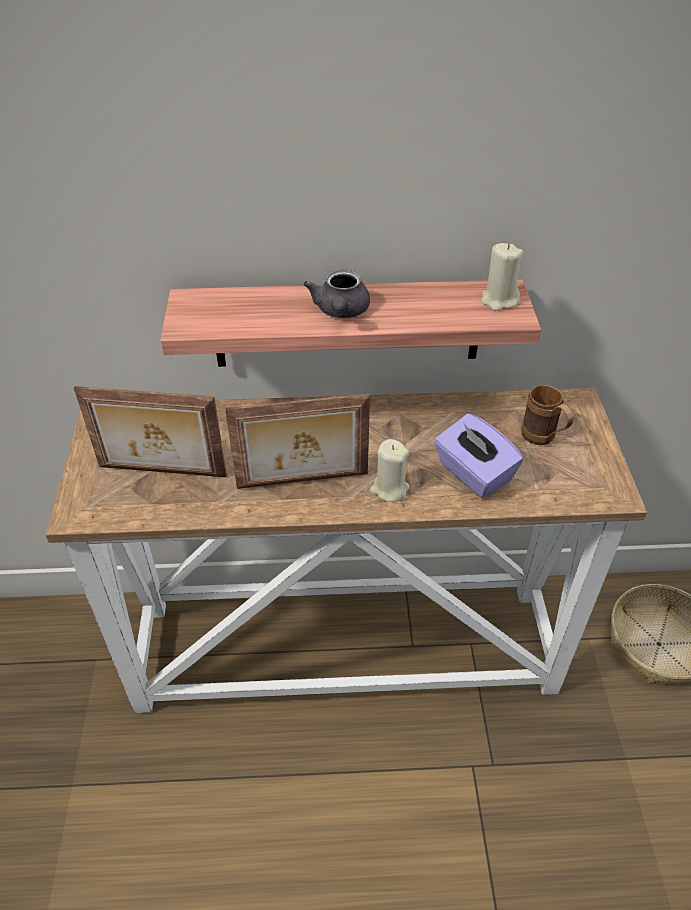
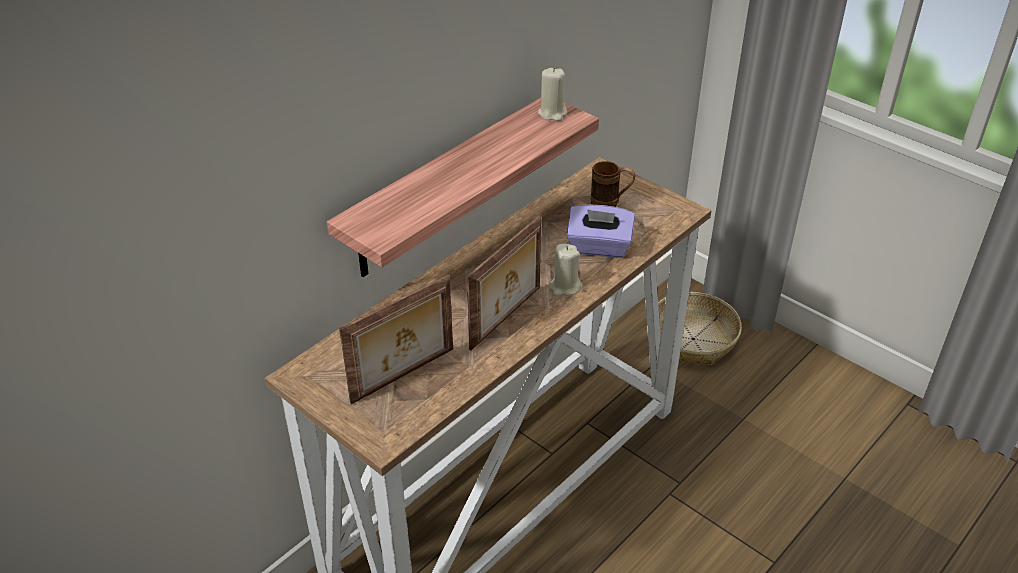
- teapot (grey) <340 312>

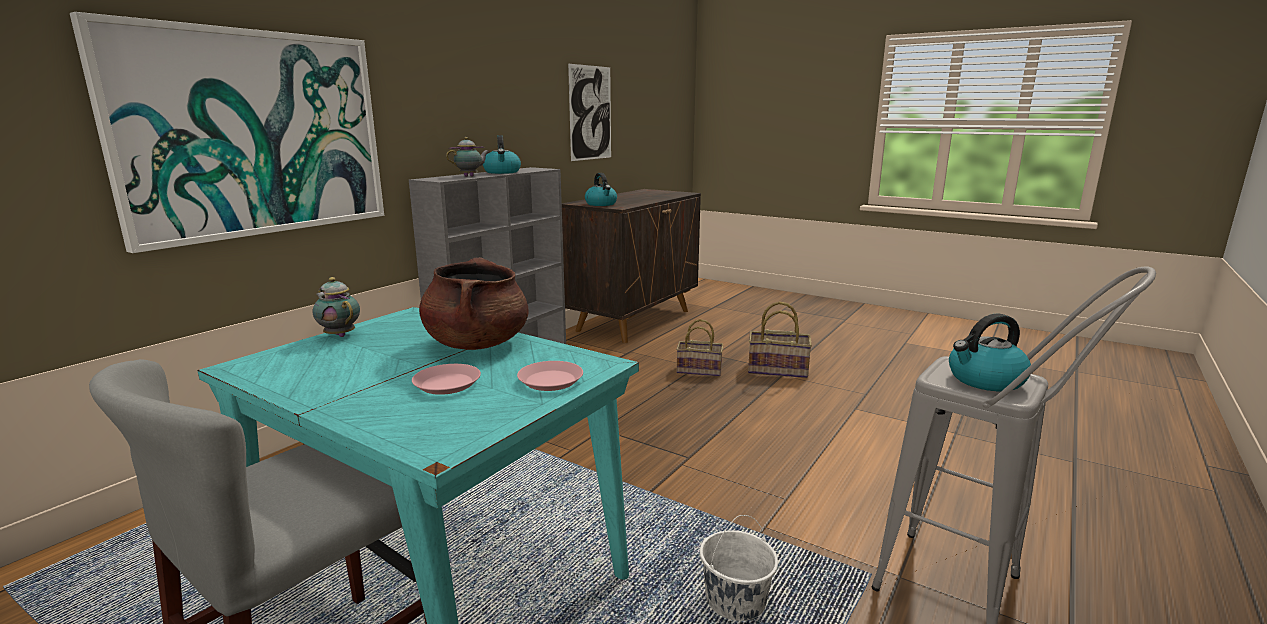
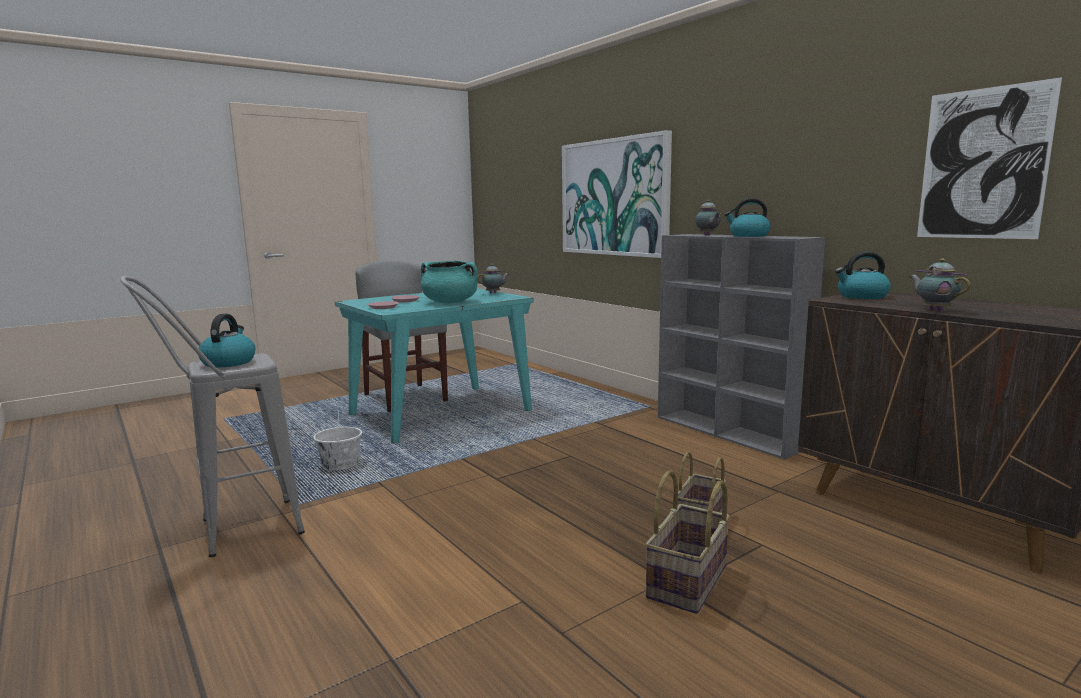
~ cooking pot (brown) <477 343> to cooking pot (turquoise) <450 302>
+ teapot <934 310>

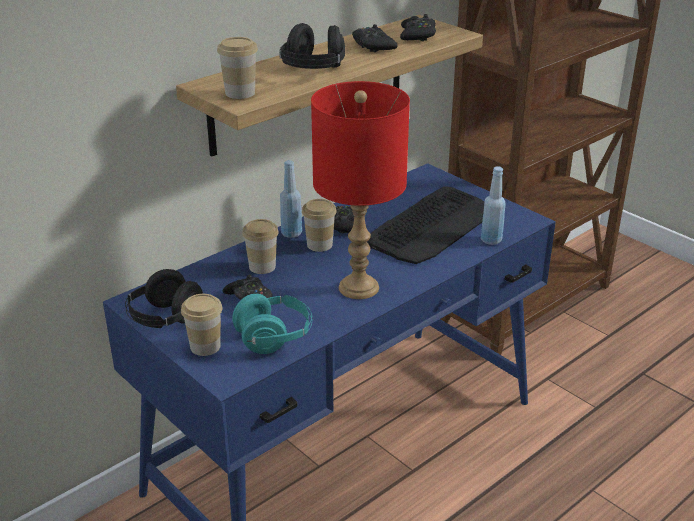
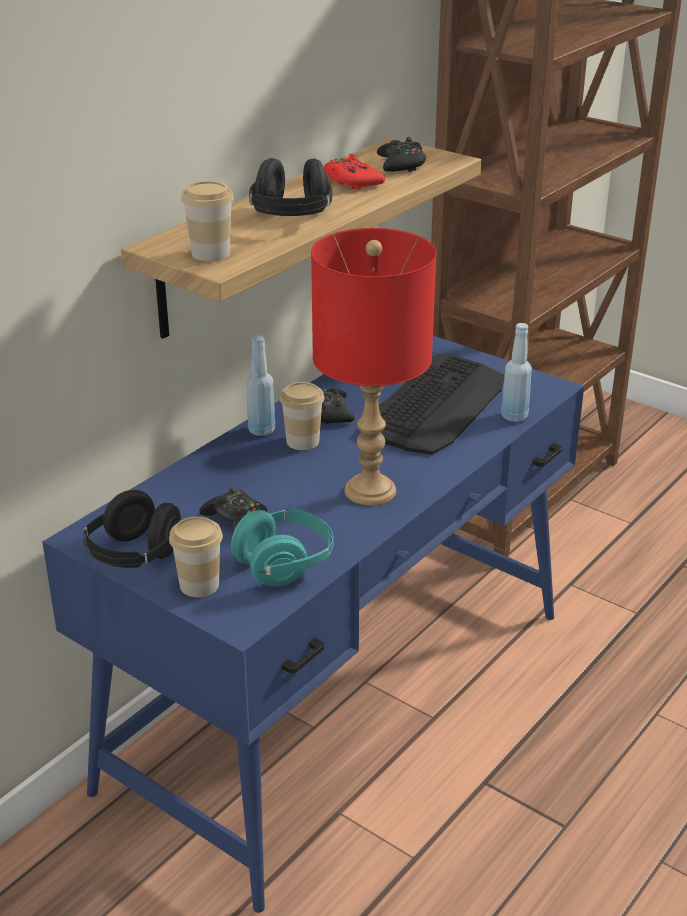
- cup <262 266>
~ game controller (black) <373 46> to game controller (red) <352 181>

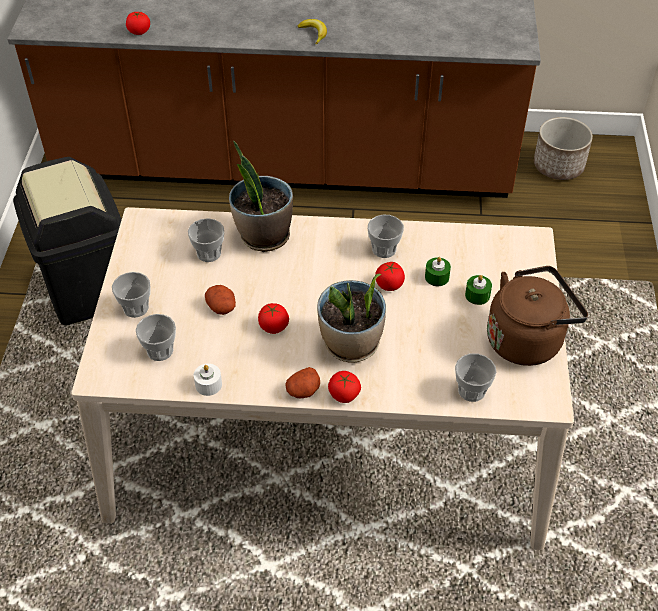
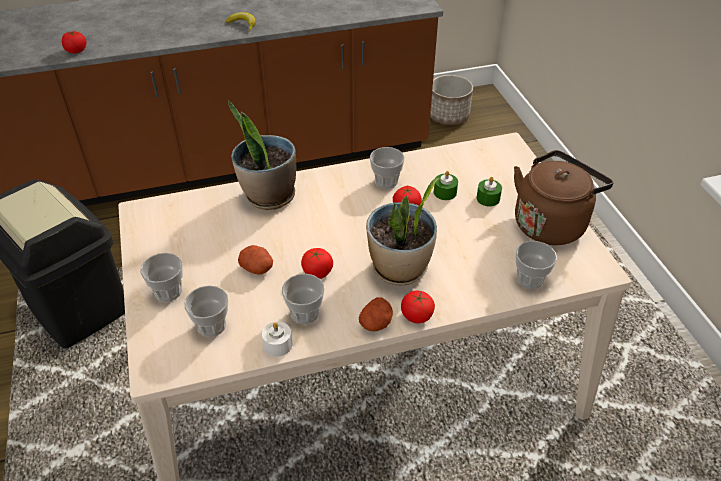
~ cup <208 253> to <305 313>

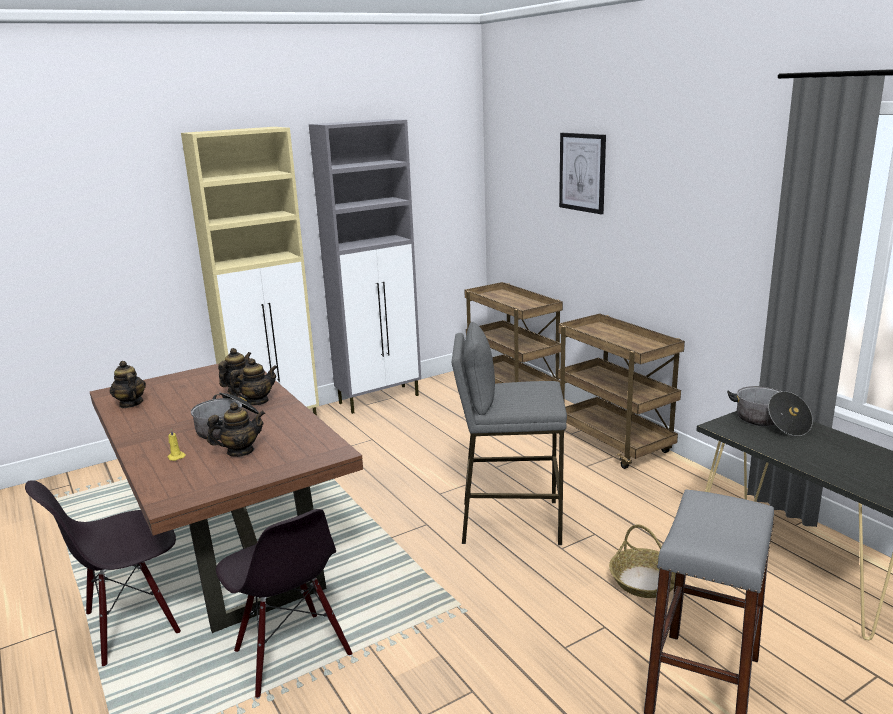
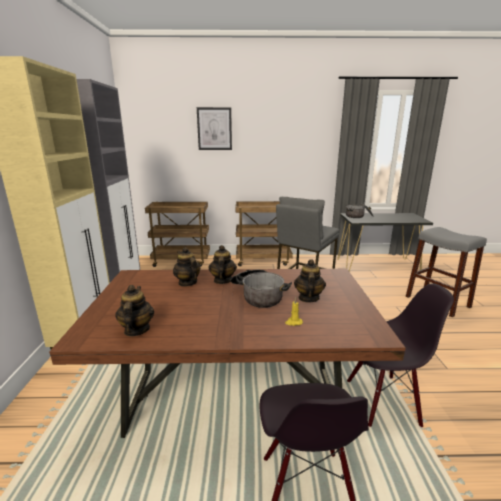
~ teapot <130 404> = <136 330> 90 degrees clockwise
- basket <645 581>

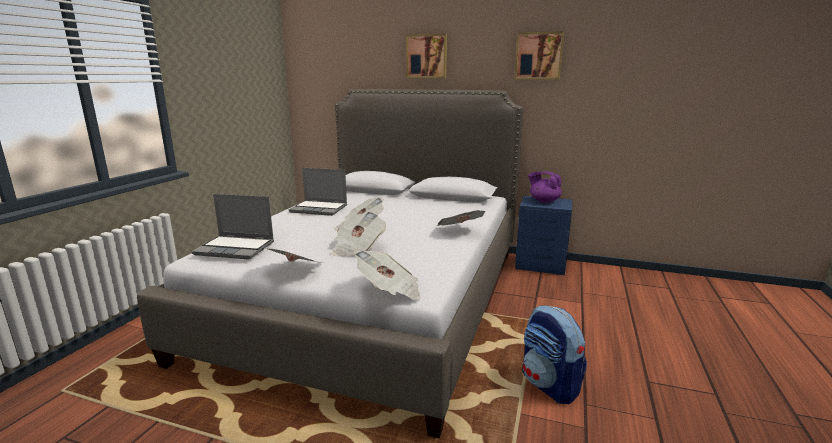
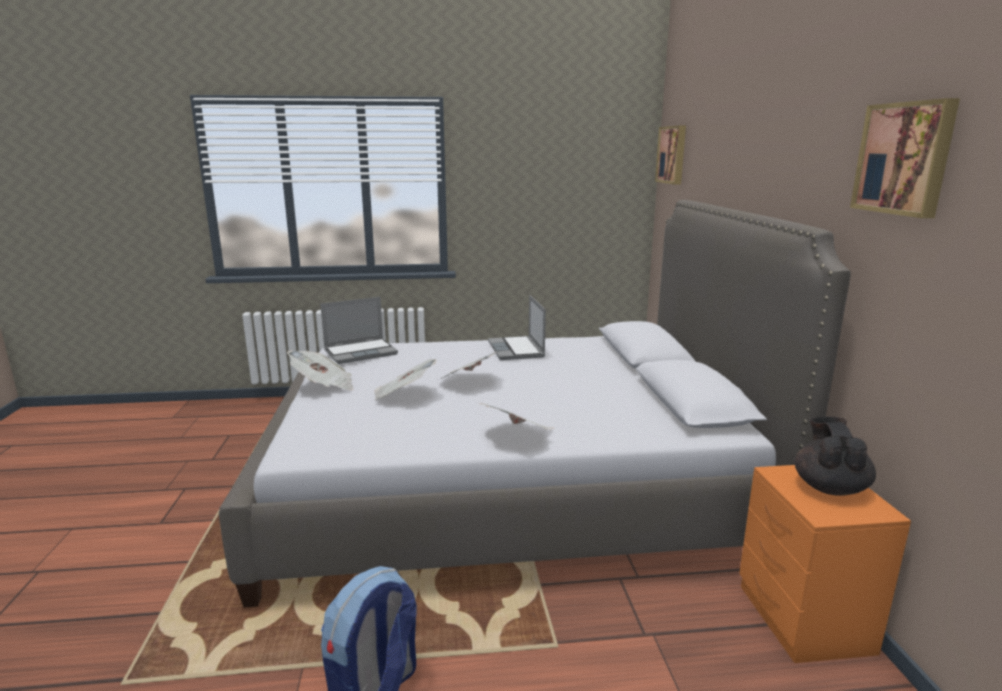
~ laptop <236 248> = <361 352> 105 degrees counterclockwise
- newspaper <389 291>
~ picture <426 56> to <672 155>
~ nightstand (blue) <541 265> to nightstand (orange) <803 620>
~ teapot (purple) <543 201> to teapot (black) <829 487>

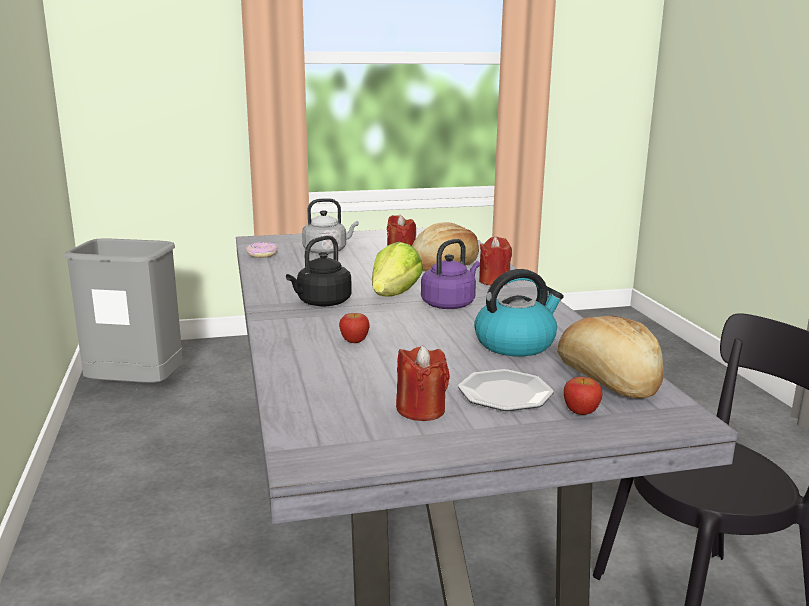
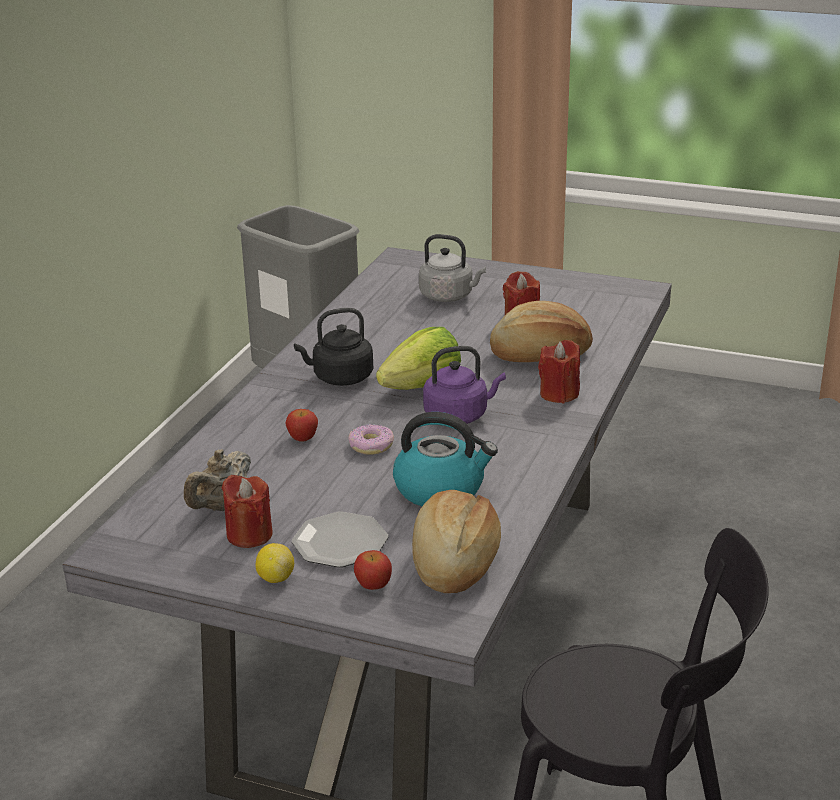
~ donut <262 254> to <371 446>
+ teapot (beige) <222 507>
+ lemon <275 578>

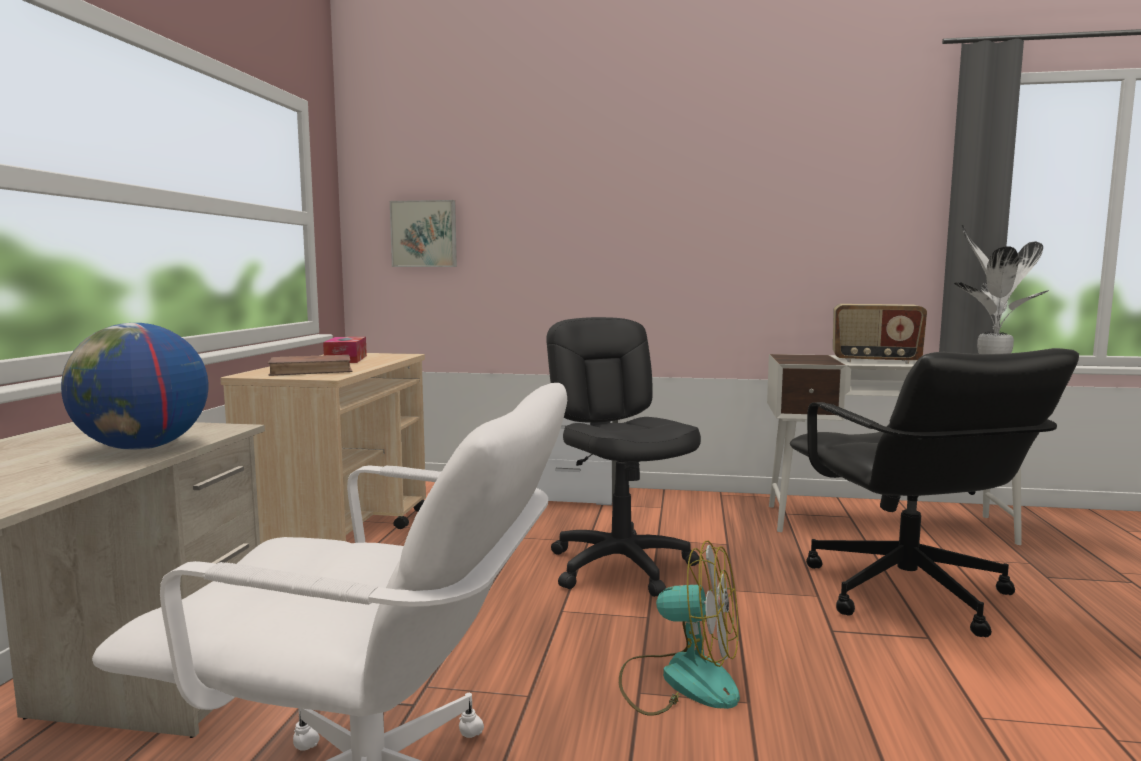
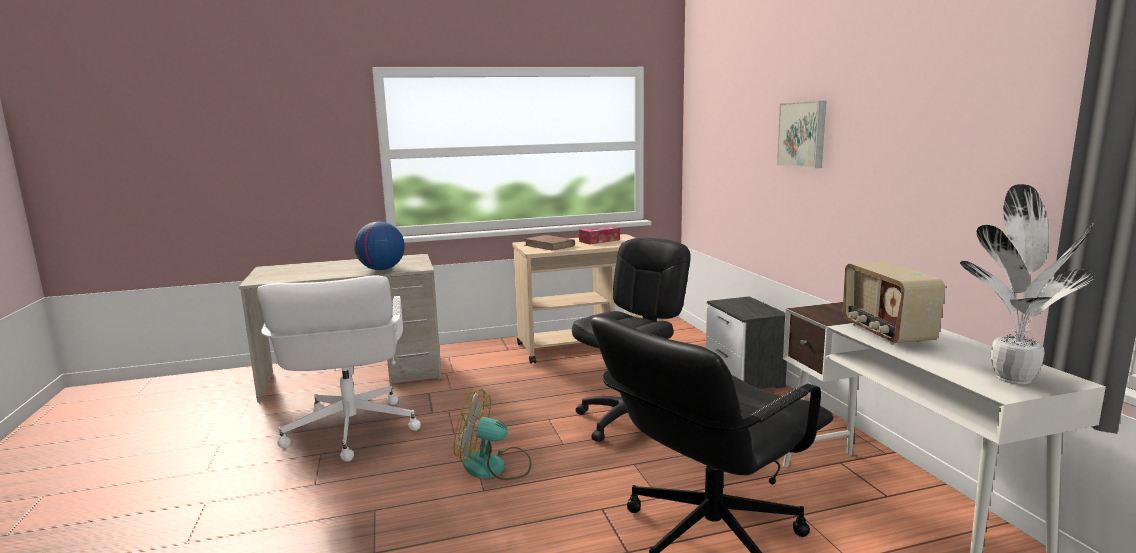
~ picture <424 234> to <803 134>
~ fan <680 680> = <494 467> 105 degrees clockwise

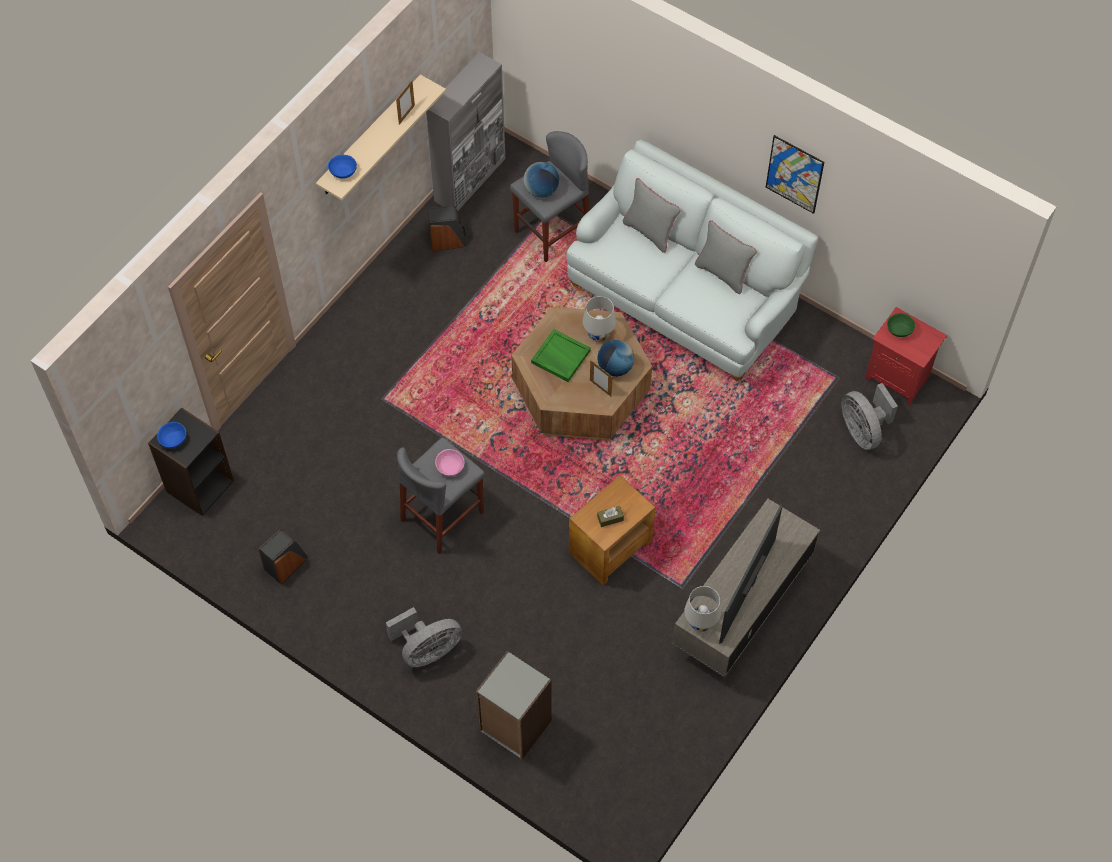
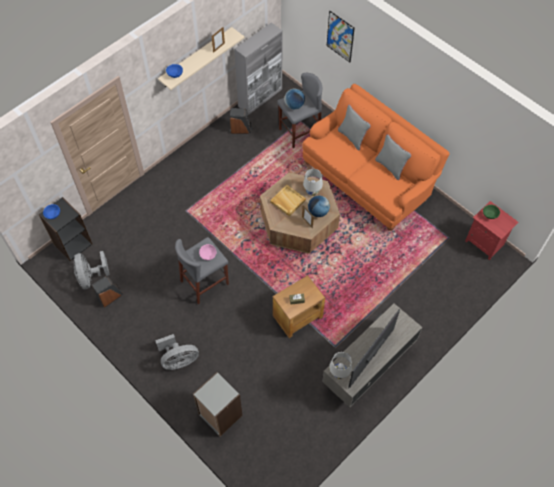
~ tray (green) <560 357> to tray (beige) <287 201>
~ sofa (white) <685 297> to sofa (orange) <368 179>
~ picture <794 174> to <340 36>
~ fan (grey) <863 431> to <90 277>

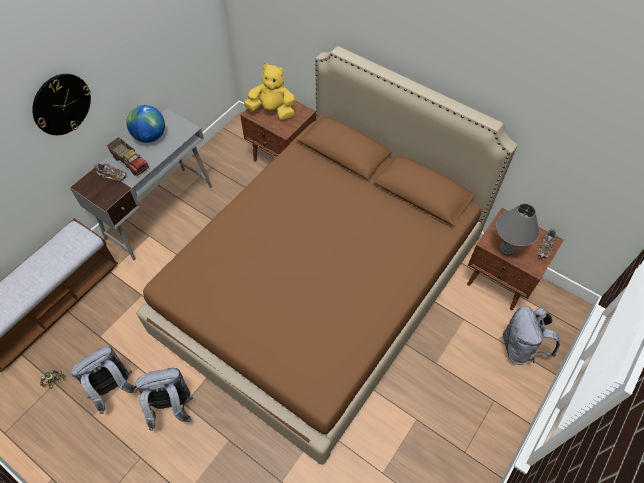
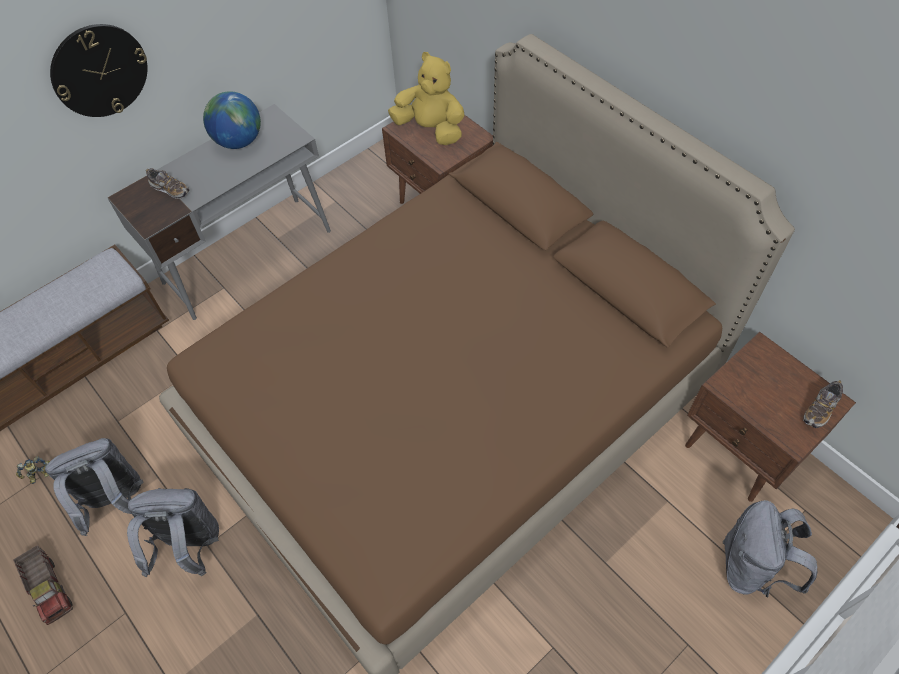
~ toy truck <130 162> to <50 588>
- table lamp (grey) <507 248>

